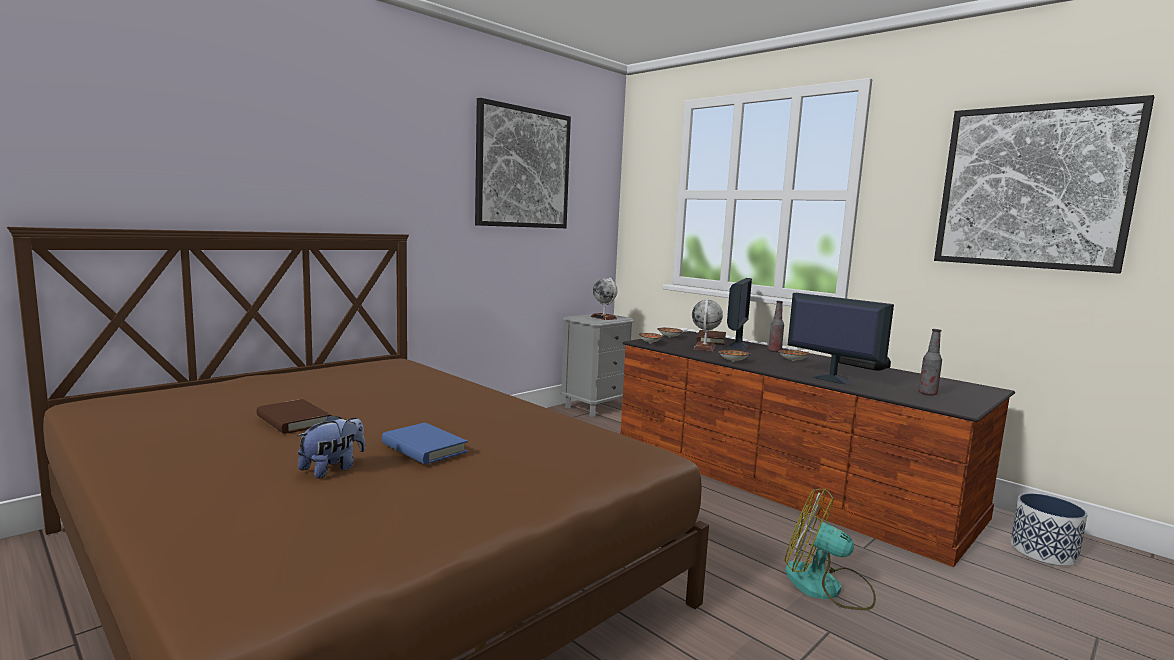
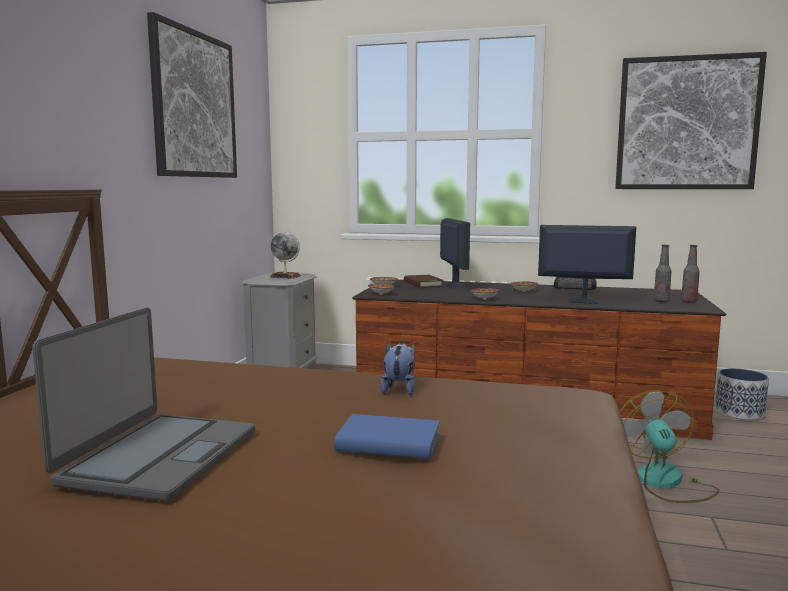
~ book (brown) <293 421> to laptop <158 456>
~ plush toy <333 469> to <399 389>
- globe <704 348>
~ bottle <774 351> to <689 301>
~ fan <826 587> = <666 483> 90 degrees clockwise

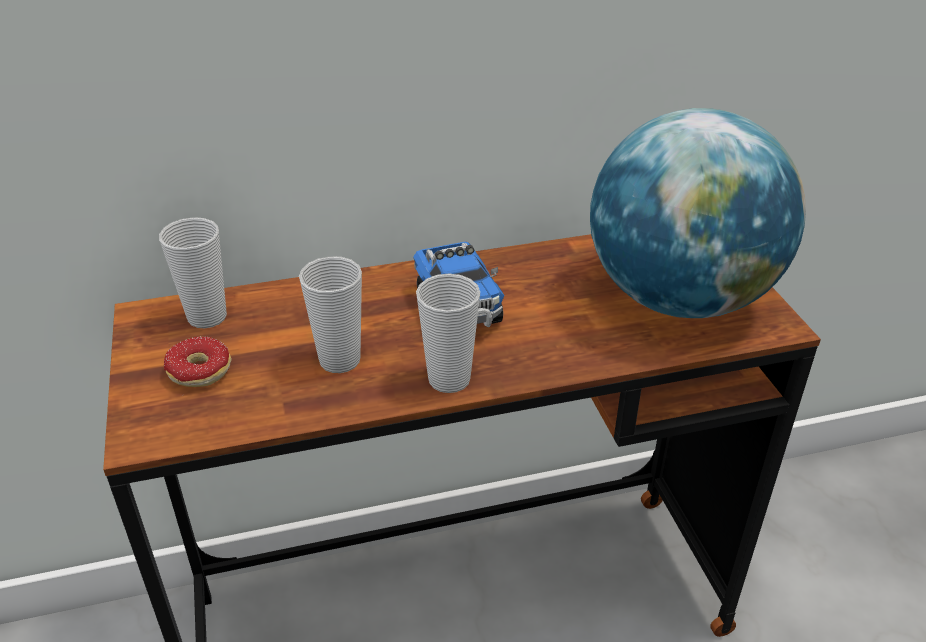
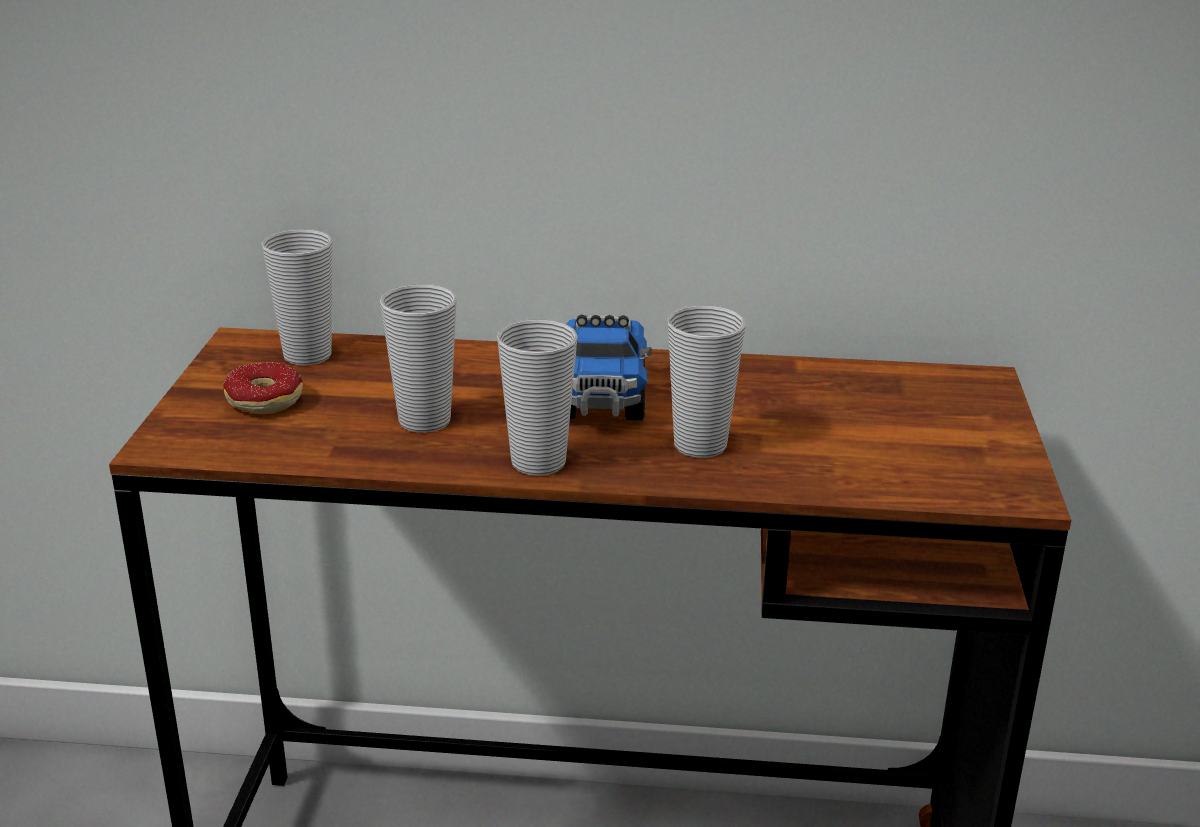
- globe <680 298>
+ cup <700 445>

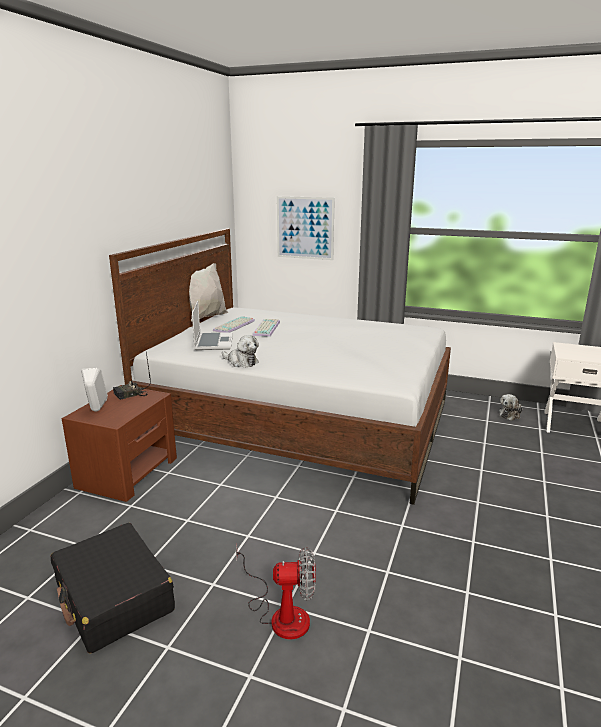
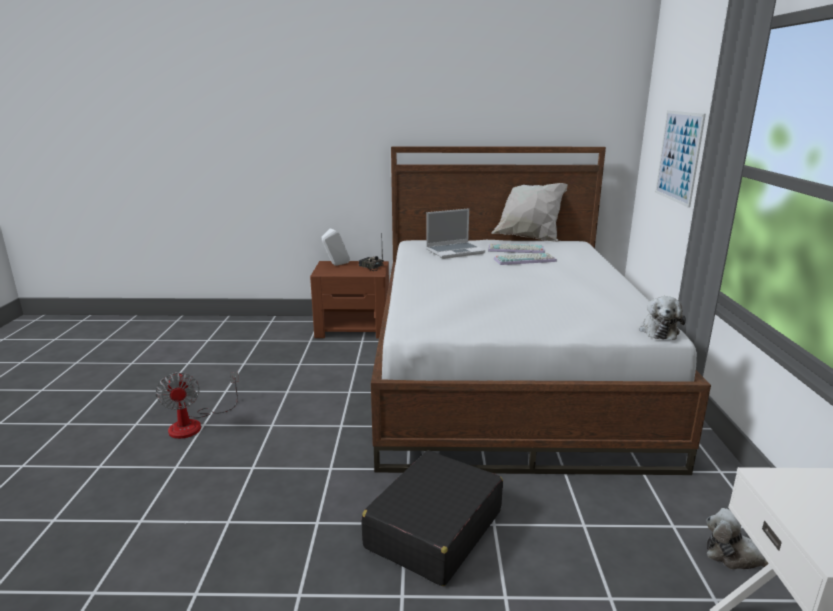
~ suitcase (black) <114 598> to <433 529>
~ plush toy <241 362> to <659 331>

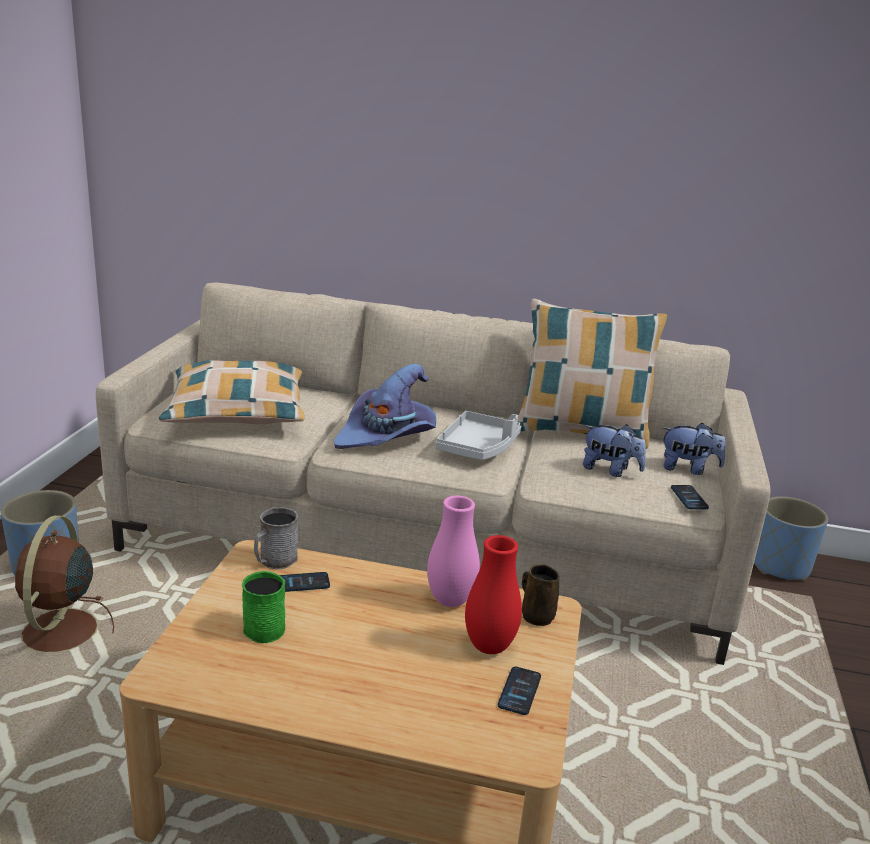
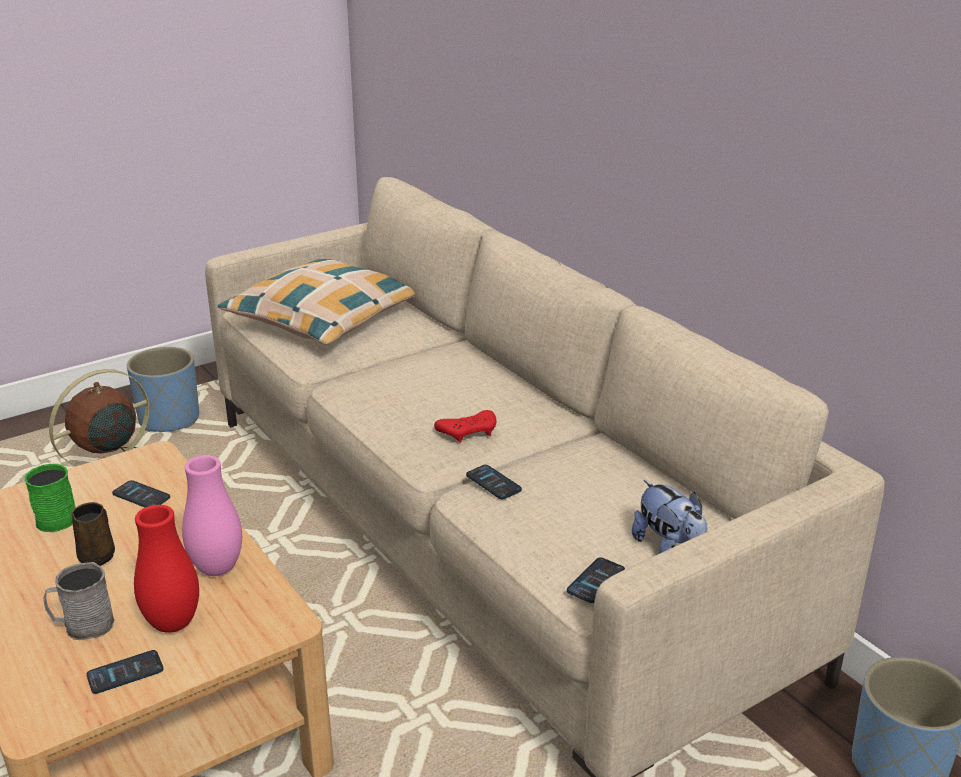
~ mug (grey) <274 561> to <82 626>
- hat (purple) <387 436>
~ tray (grey) <478 447> to game controller (red) <468 431>
- pillow <581 432>
~ mug (brown) <536 615> to <98 556>
- plush toy <610 470>
+ phone <493 483>

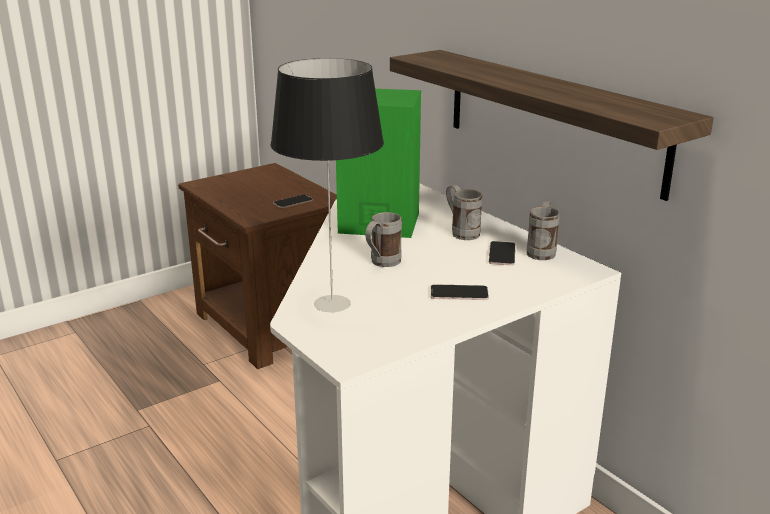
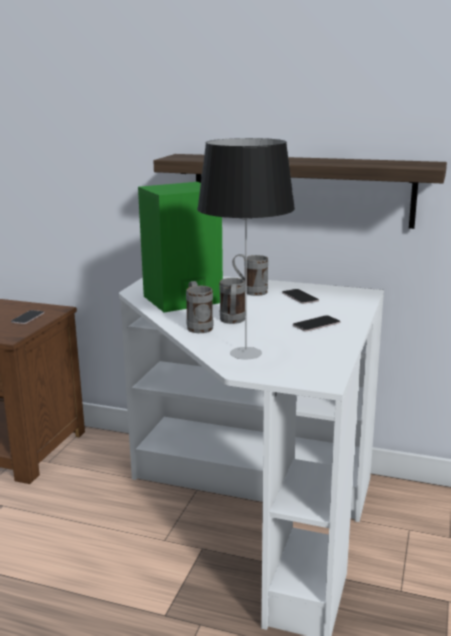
~ mug (grey) <542 251> to <198 326>

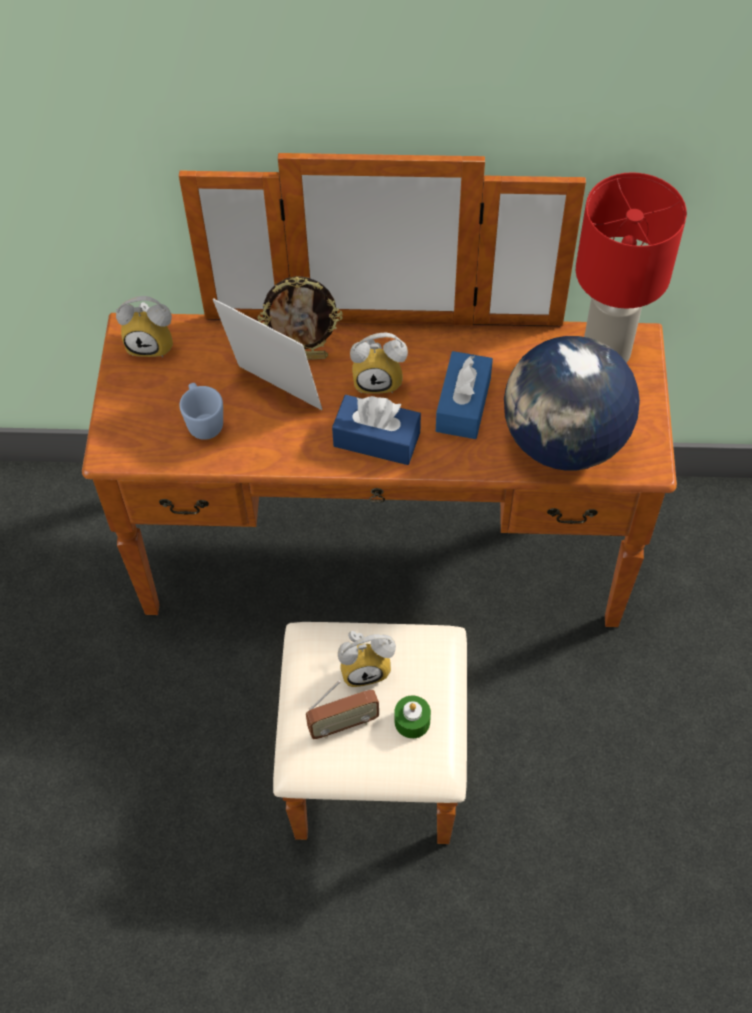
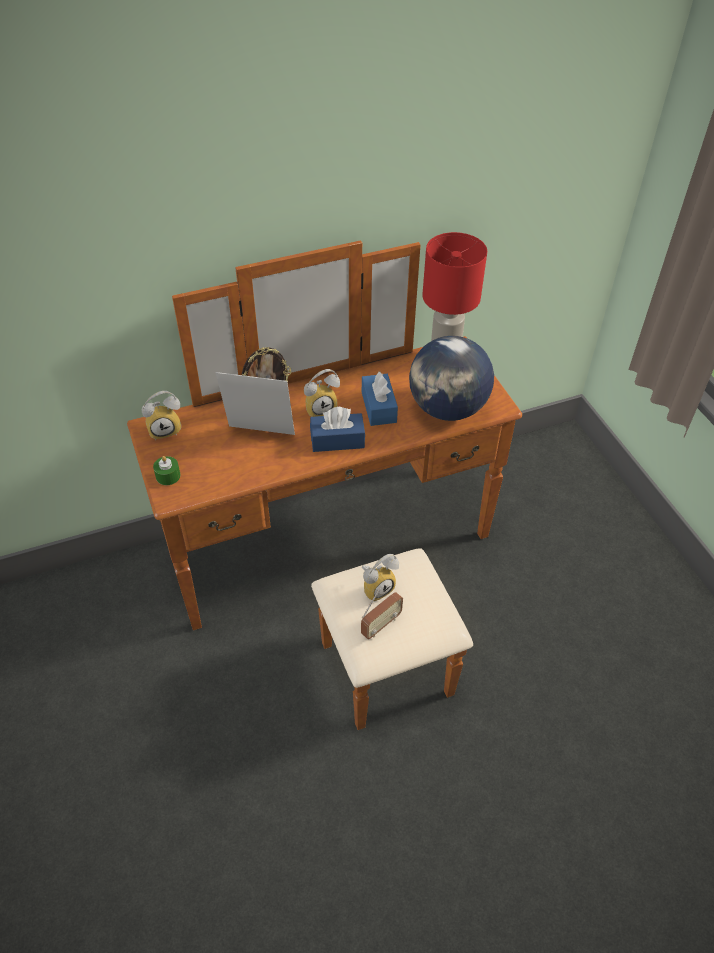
- mug (blue) <203 421>
~ candle (green) <412 721> to <168 476>

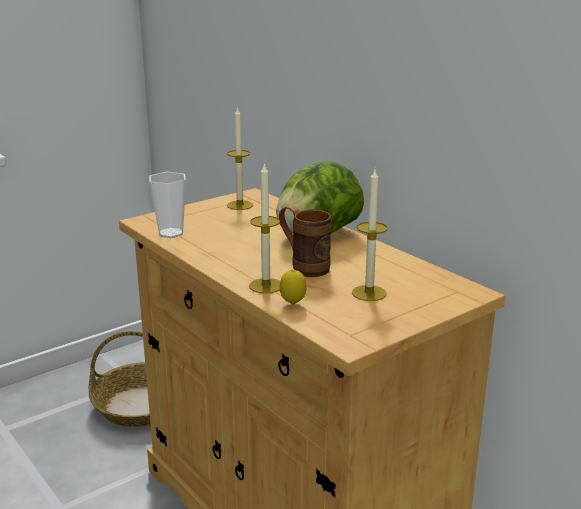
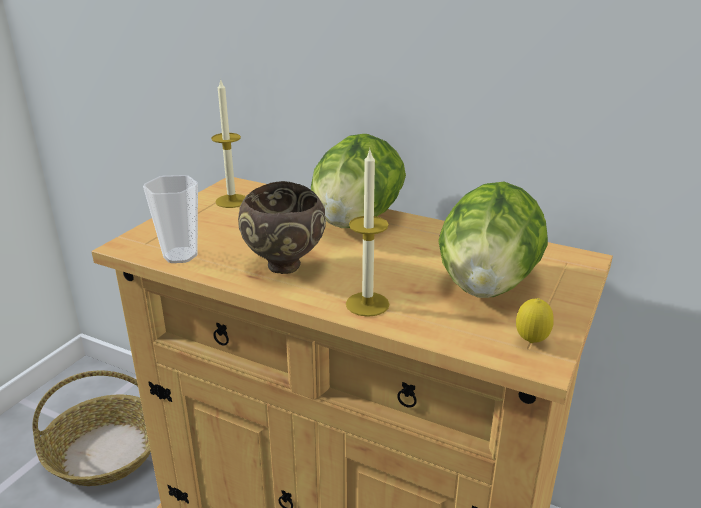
- mug (brown) <303 267>
~ lemon <293 304> to <531 342>
~ candle <369 293> to lettuce <487 285>
+ bowl (brown) <285 267>

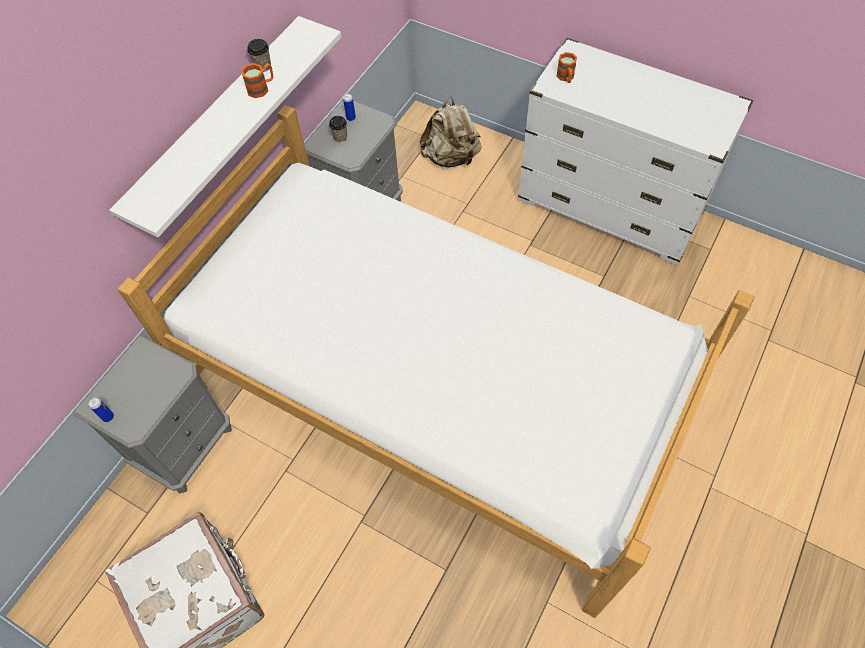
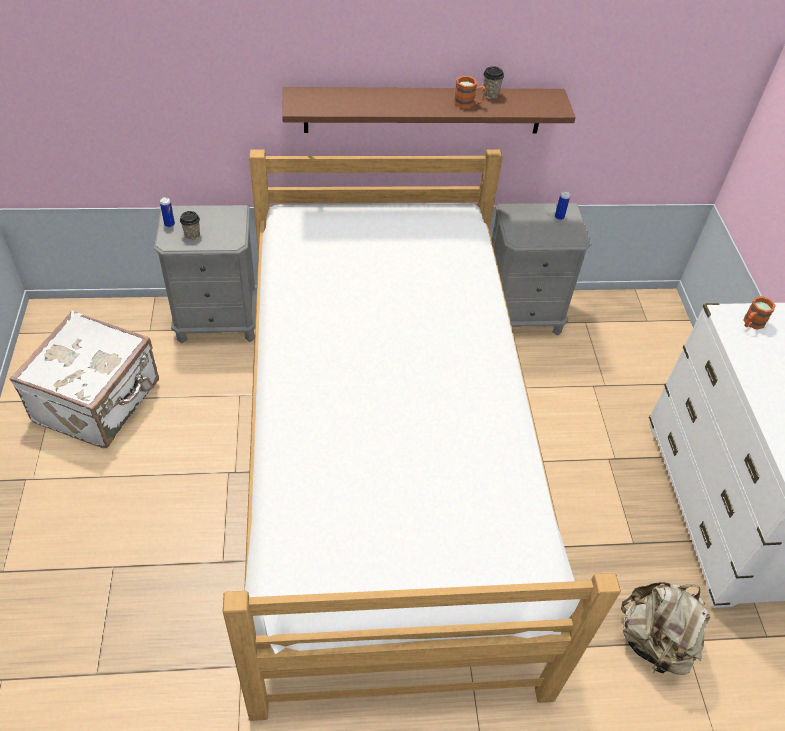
~ shelf (white) <219 124> to shelf (brown) <423 110>
~ cup <340 137> to <192 235>
~ backpack (beige) <451 157> to <654 641>

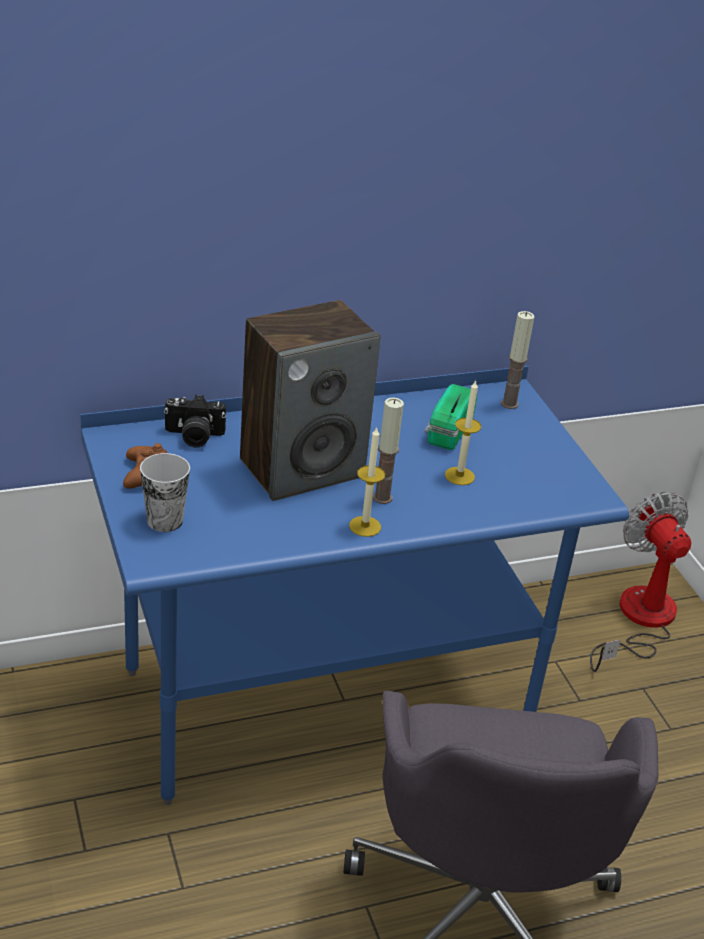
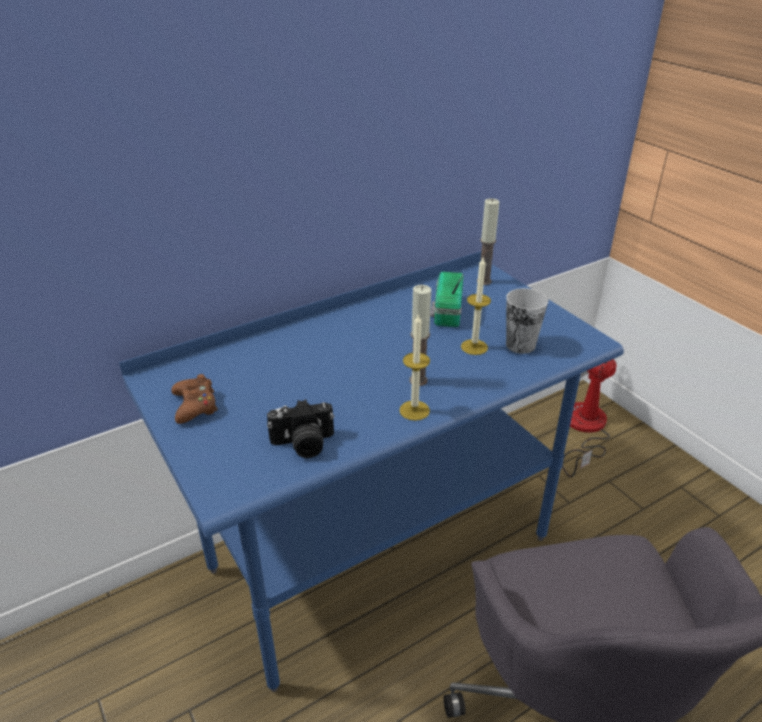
~ cup <165 520> to <520 345>
~ photo camera <194 436> to <303 444>
- speaker <302 468>

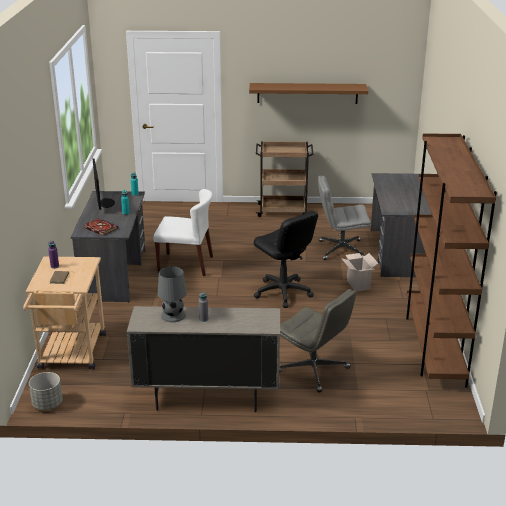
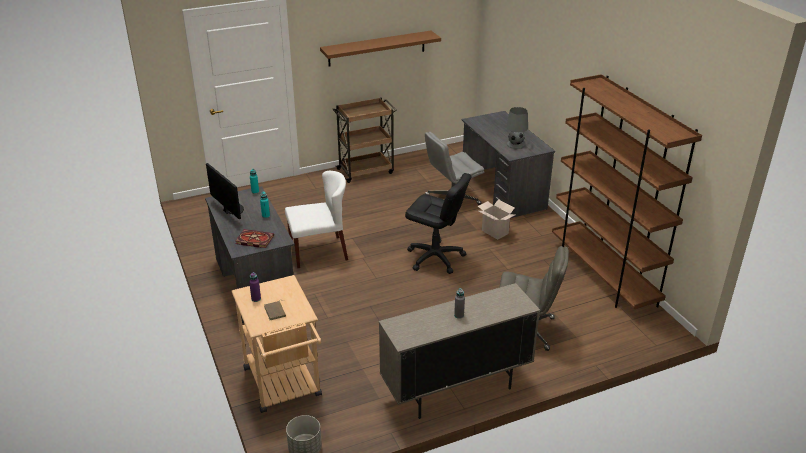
~ table lamp (grey) <173 315> to <515 144>

